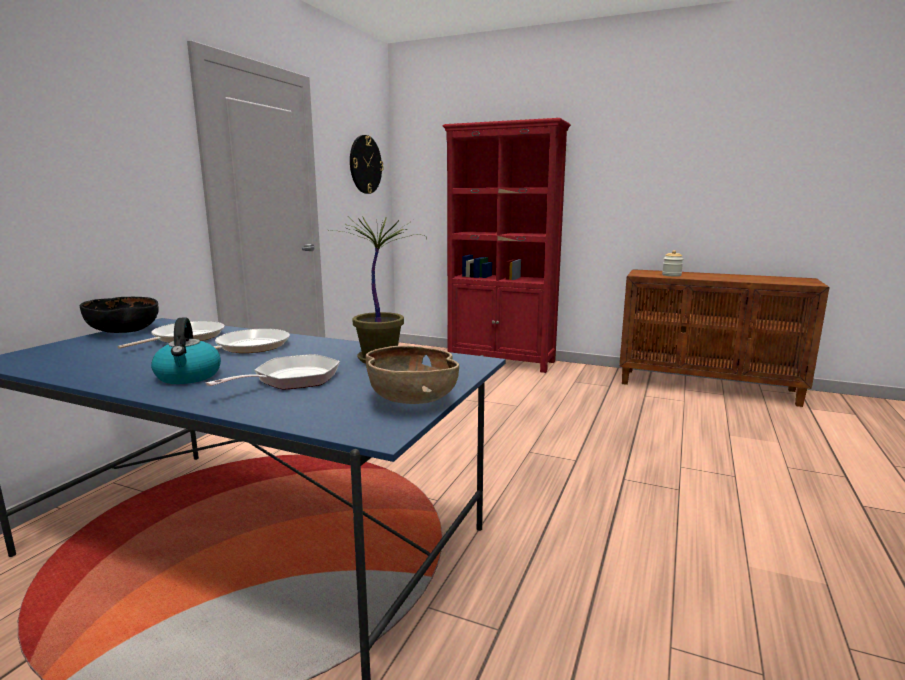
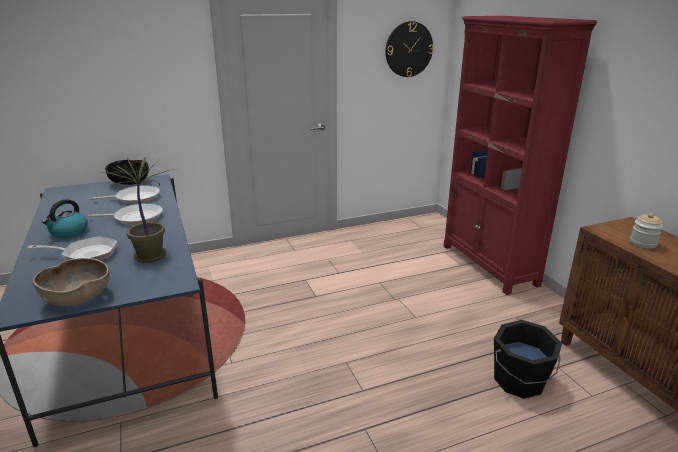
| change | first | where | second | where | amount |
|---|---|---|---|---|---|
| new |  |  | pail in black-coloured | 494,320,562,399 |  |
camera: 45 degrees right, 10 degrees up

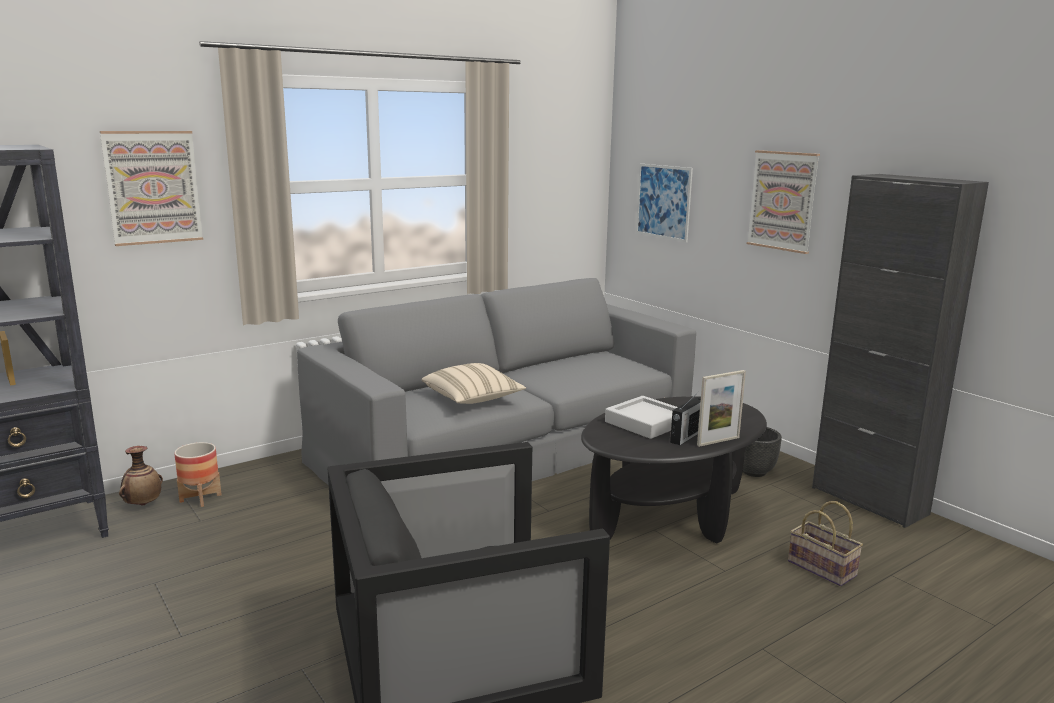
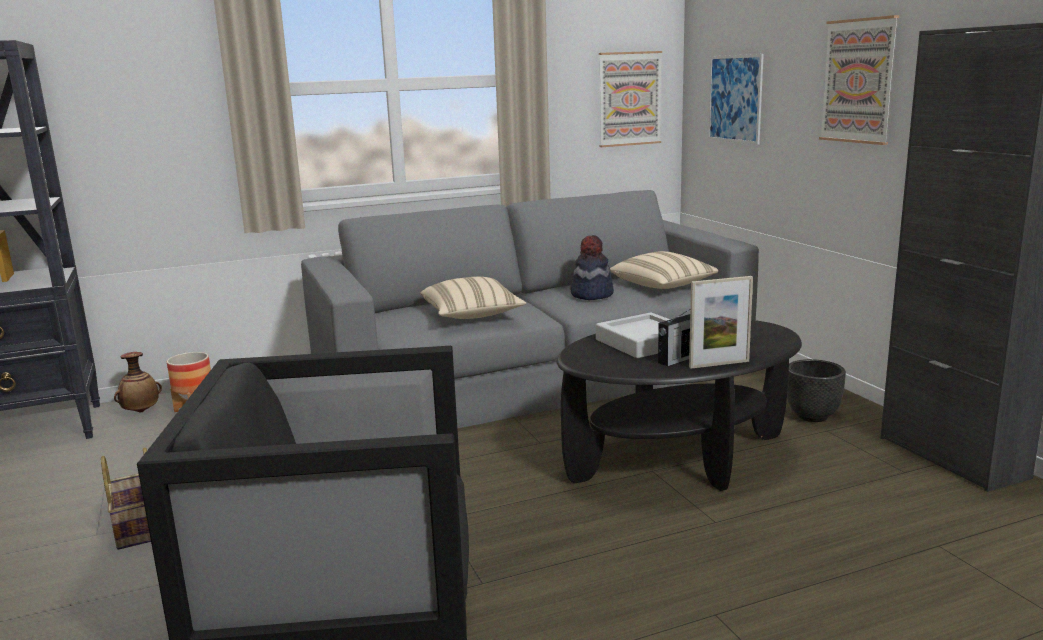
| change | first | where | second | where | amount |
|---|---|---|---|---|---|
| new |  |  | hat | 570,235,614,300 |  |
| new |  |  | throw pillow in beige-coloured | 610,251,718,289 |  |
| shifted | picture | 100,131,203,246 |  | 599,51,662,147 |  |
| shifted | basket | 788,501,863,586 |  | 101,447,151,550 |  |
camera: 15 degrees right, 0 degrees up

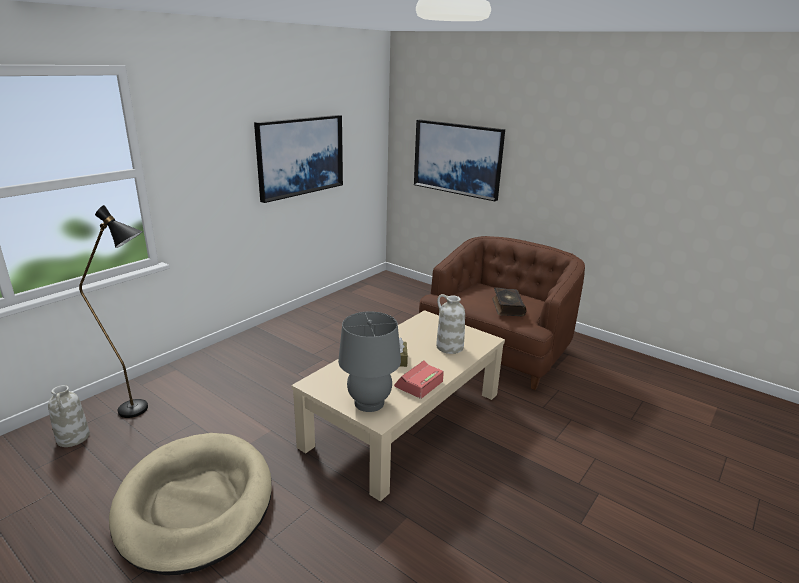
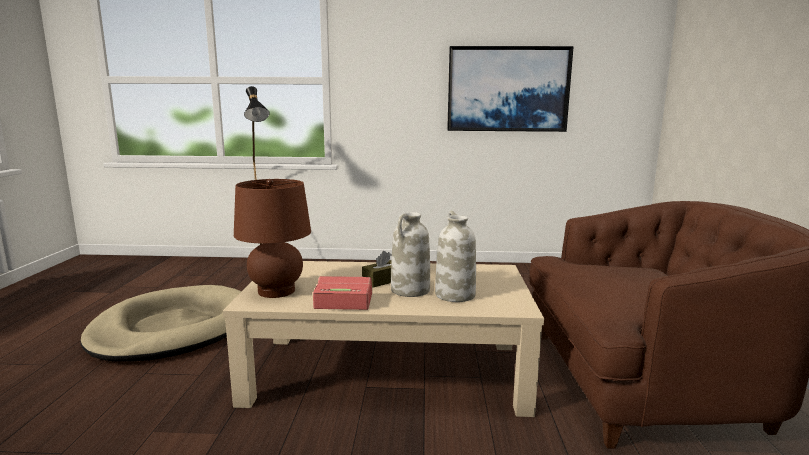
| change | first | where | second | where | amount |
|---|---|---|---|---|---|
| gone | picture | 414,120,505,201 |  |  |  |
| gone | book | 492,287,526,317 |  |  |  |
| shifted | flower vase in white-coloured | 48,385,90,447 |  | 391,212,430,297 |  |
| repainted | table lamp in grey | 338,311,401,412 | table lamp in brownish | 234,179,311,298 |  |
camera: 55 degrees right, 10 degrees down

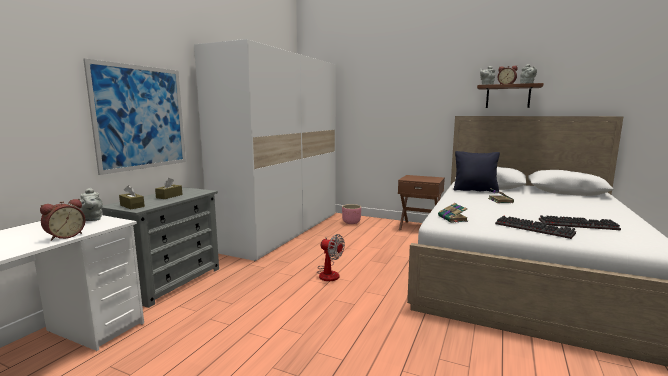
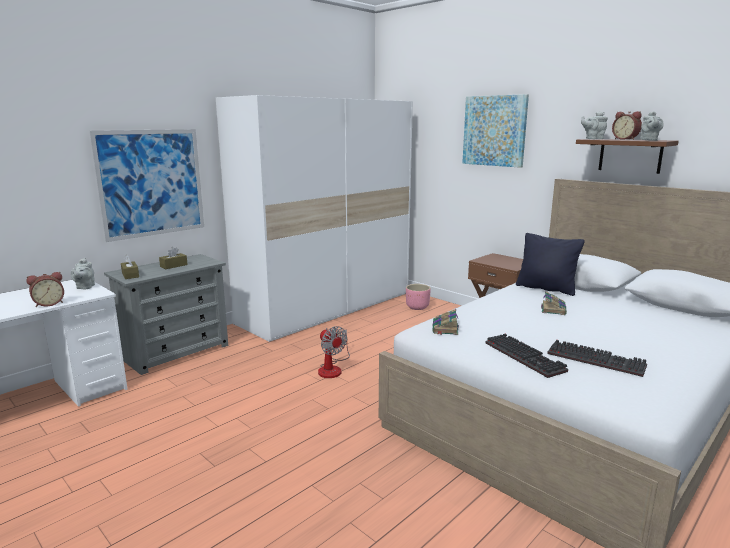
| change | first | where | second | where | amount |
|---|---|---|---|---|---|
| new |  |  | picture | 462,94,529,168 |  |
camera: 20 degrees right, 5 degrees up

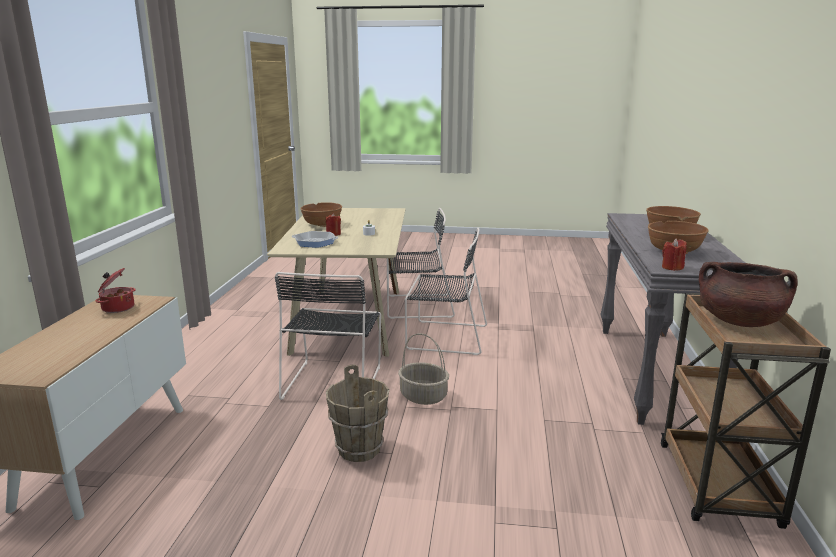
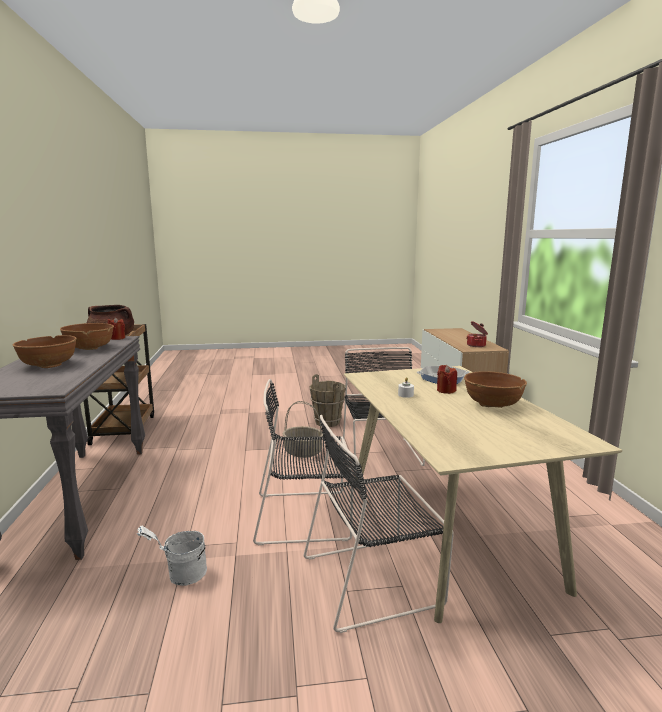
| change | first | where | second | where | amount |
|---|---|---|---|---|---|
| new |  |  | pail in white-coloured | 137,526,207,586 |  |
camera: 165 degrees right, 5 degrees down

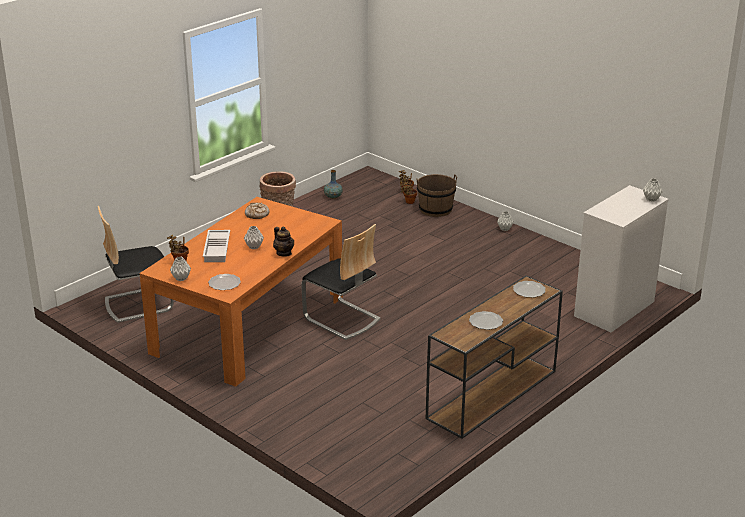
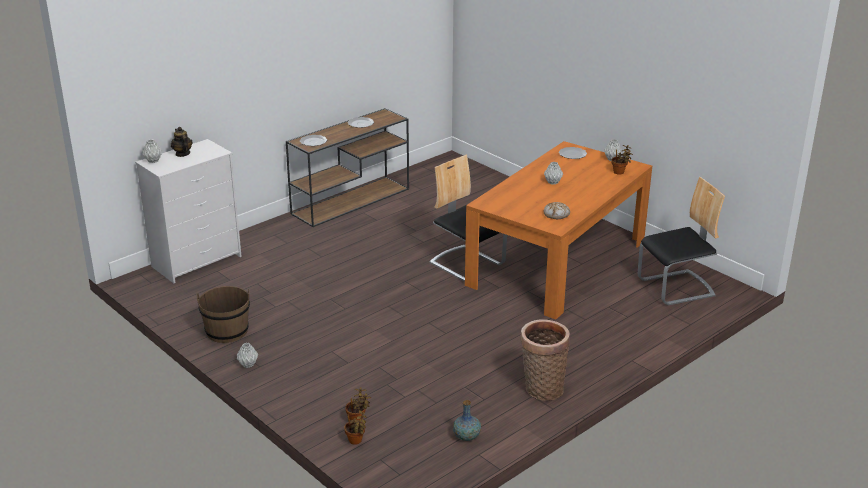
| change | first | where | second | where | amount |
|---|---|---|---|---|---|
| gone | carrying tray in white-coloured | 203,230,230,262 |  |  |  |
| shifted | tea pot | 273,227,294,257 |  | 171,127,192,157 |  |
| shifted | pail in brownish | 416,174,457,217 |  | 196,286,250,343 |  |
camera: 175 degrees left, 0 degrees up

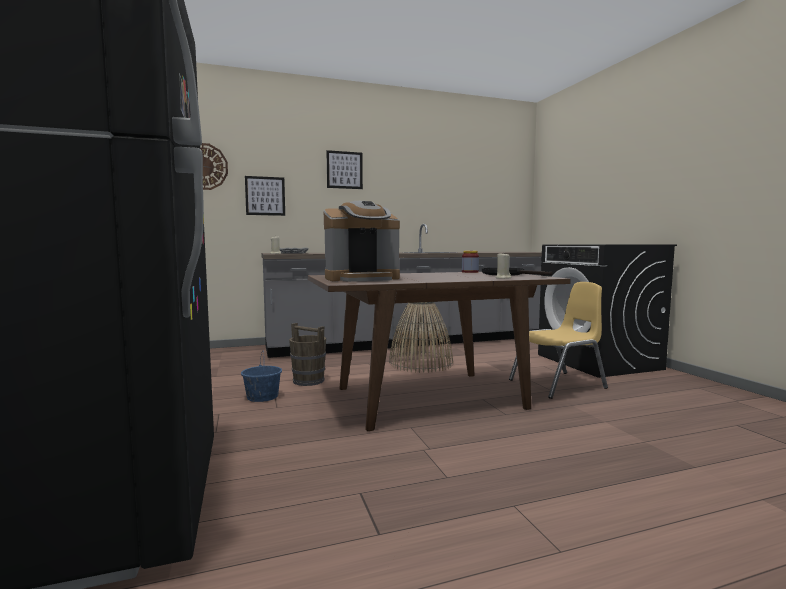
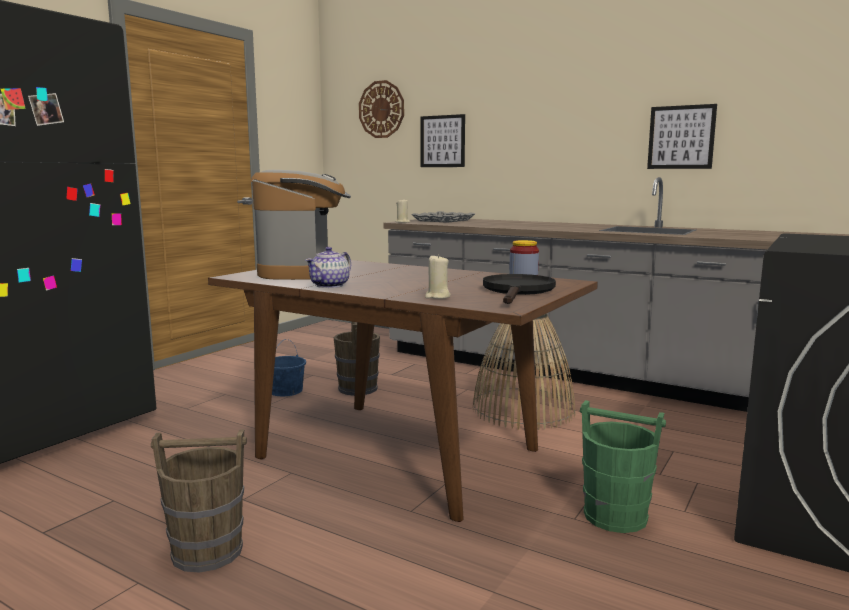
| change | first | where | second | where | amount |
|---|---|---|---|---|---|
| new |  |  | pail in brownish | 151,429,247,573 |  |
| new |  |  | tea pot | 305,247,351,288 |  |
| shifted | picture | 327,150,363,189 |  | 647,104,717,169 |  |
| swapped | chair in yellow | 509,282,608,399 | pail in green | 580,400,666,533 |  |
| rotated | coffee machine | 324,201,400,282 |  | 251,170,351,280 | 120 degrees counterclockwise |
camera: 50 degrees right, 5 degrees up

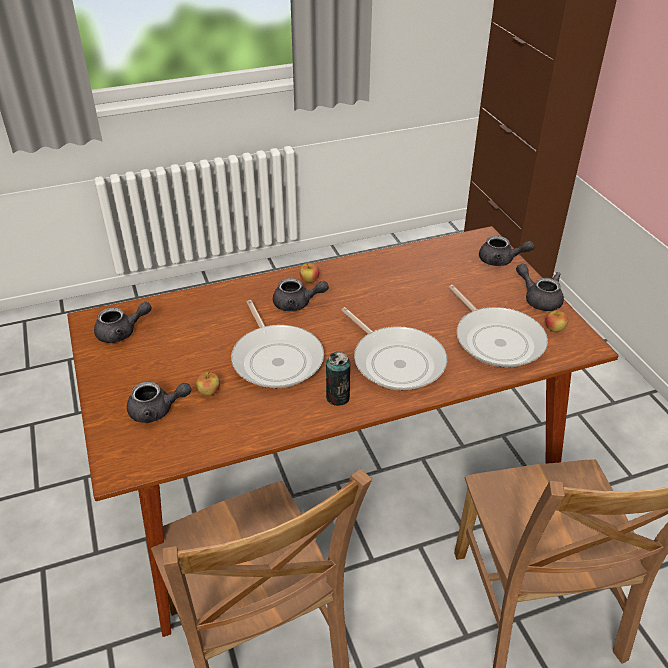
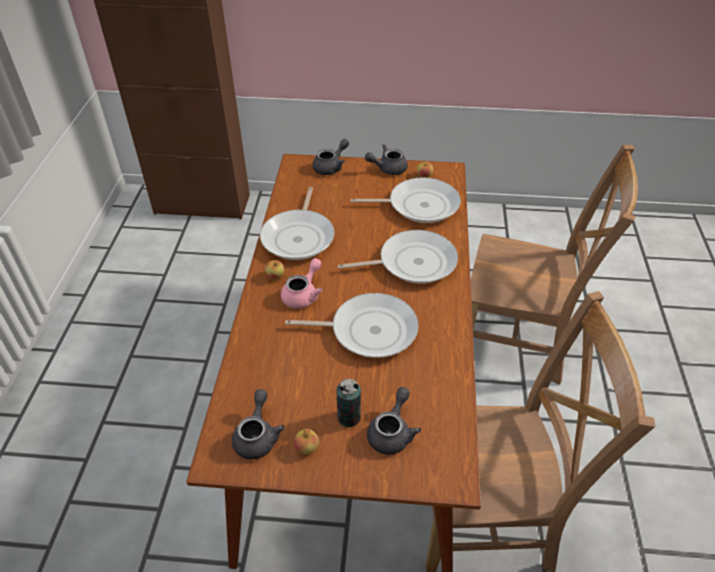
| change | first | where | second | where | amount |
|---|---|---|---|---|---|
| new |  |  | pan | 260,187,335,260 |  |
| shifted | apple | 196,370,220,396 |  | 294,429,319,455 |  |
| shifted | metal can | 326,352,350,406 |  | 337,379,361,427 |  |
| repainted | tea pot in grey | 273,278,329,311 | tea pot in pink | 281,258,323,309 |  |
camera: 65 degrees left, 5 degrees up

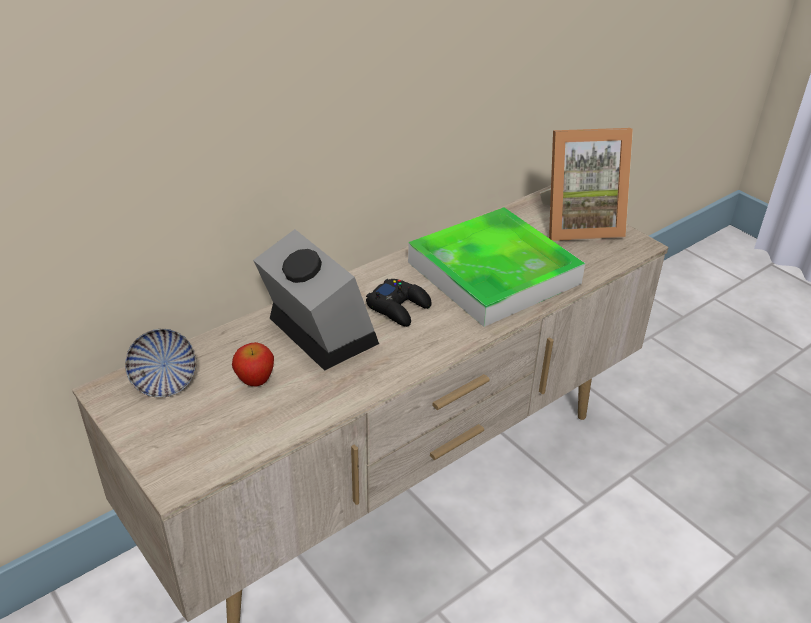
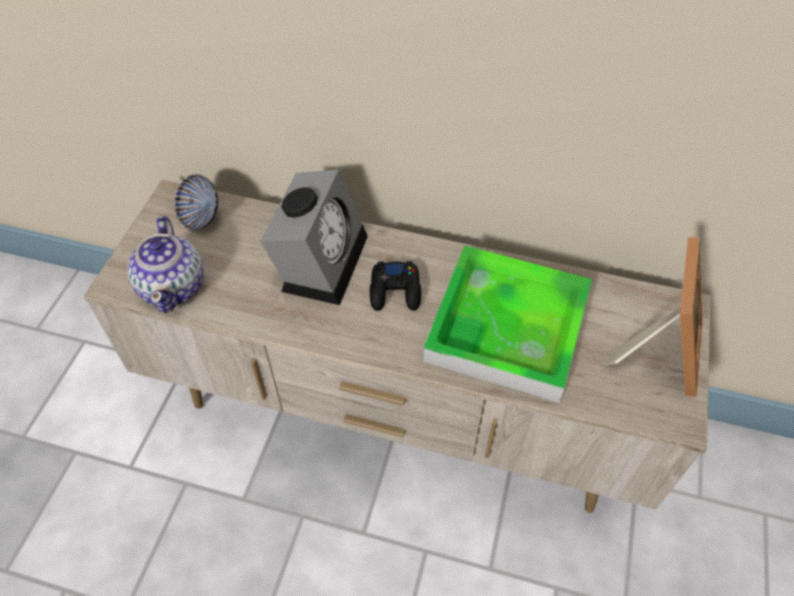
| change | first | where | second | where | amount |
|---|---|---|---|---|---|
| gone | apple | 232,342,274,386 |  |  |  |
| new |  |  | tea pot | 127,216,204,313 |  |
| rotated | picture frame | 540,128,633,241 |  | 603,237,702,397 | 120 degrees counterclockwise |
camera: 55 degrees right, 15 degrees up

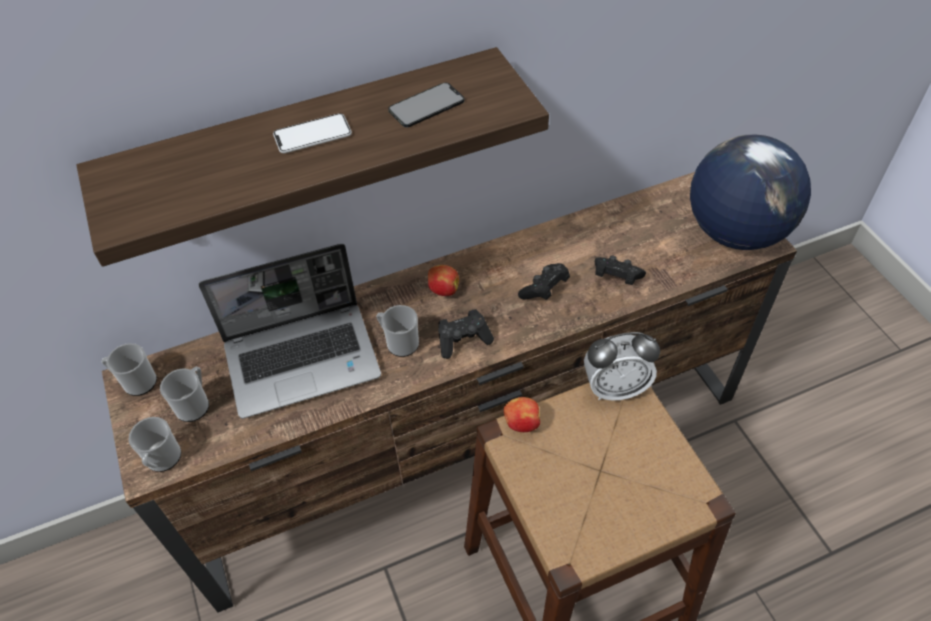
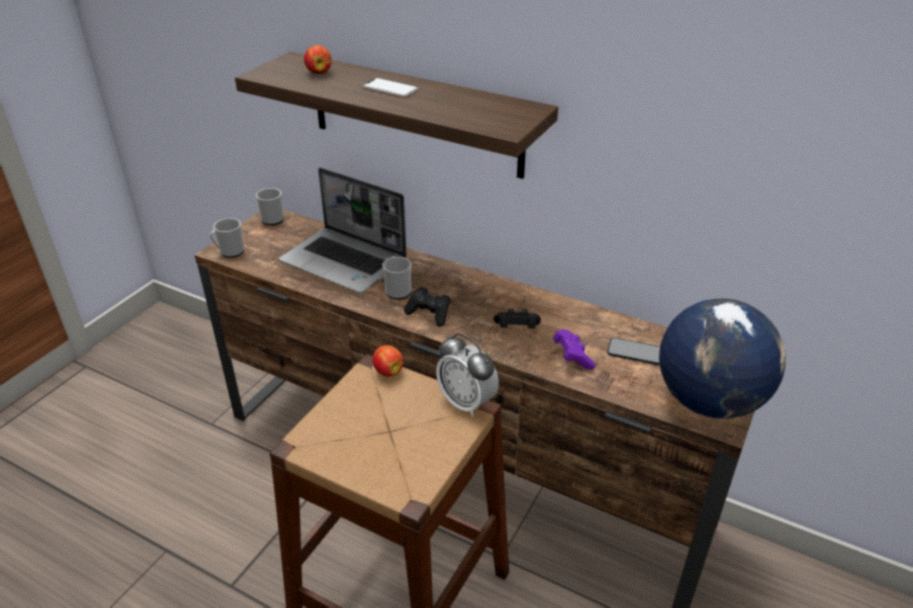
| change | first | where | second | where | amount |
|---|---|---|---|---|---|
| gone | tea mug | 160,367,209,422 |  |  |  |
| shifted | telephone | 388,83,464,127 |  | 607,338,660,365 |  |
| shifted | apple | 428,265,459,296 |  | 304,45,332,74 |  |
| repainted | gamepad in black-coloured | 595,256,646,285 | gamepad in purplish | 553,329,595,370 |  |
camera: 50 degrees right, 15 degrees down

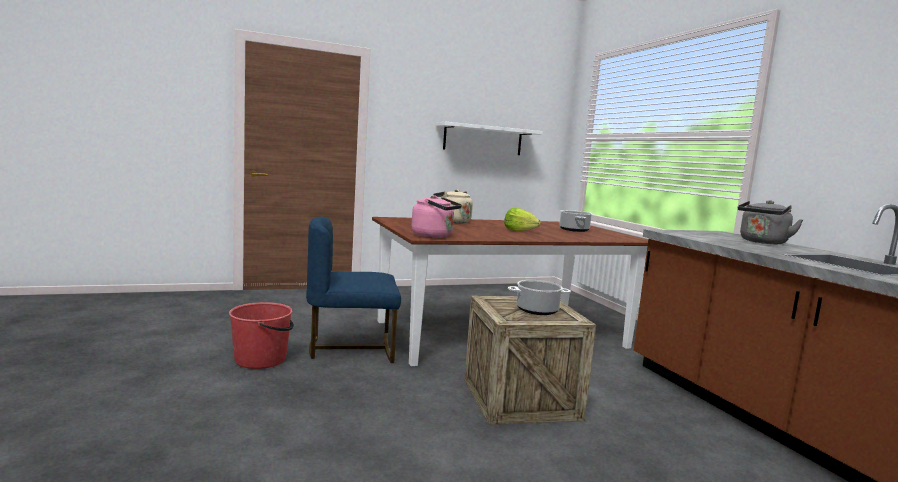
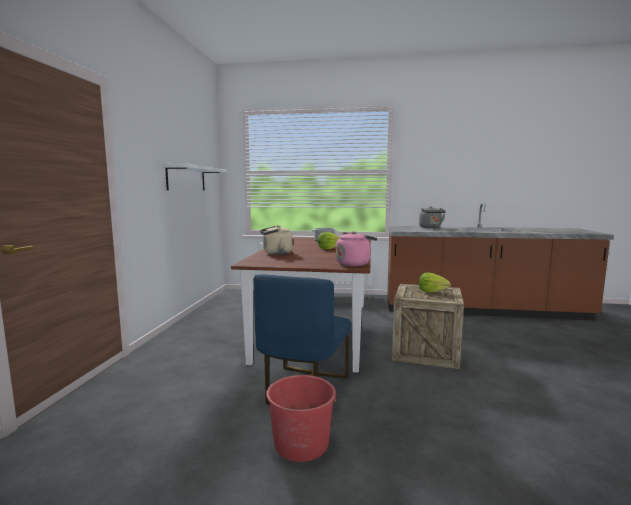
| change | first | where | second | where | amount |
|---|---|---|---|---|---|
| swapped | stockpot | 508,280,571,315 | lettuce head | 419,273,451,293 |  |
camera: 60 degrees left, 0 degrees up

